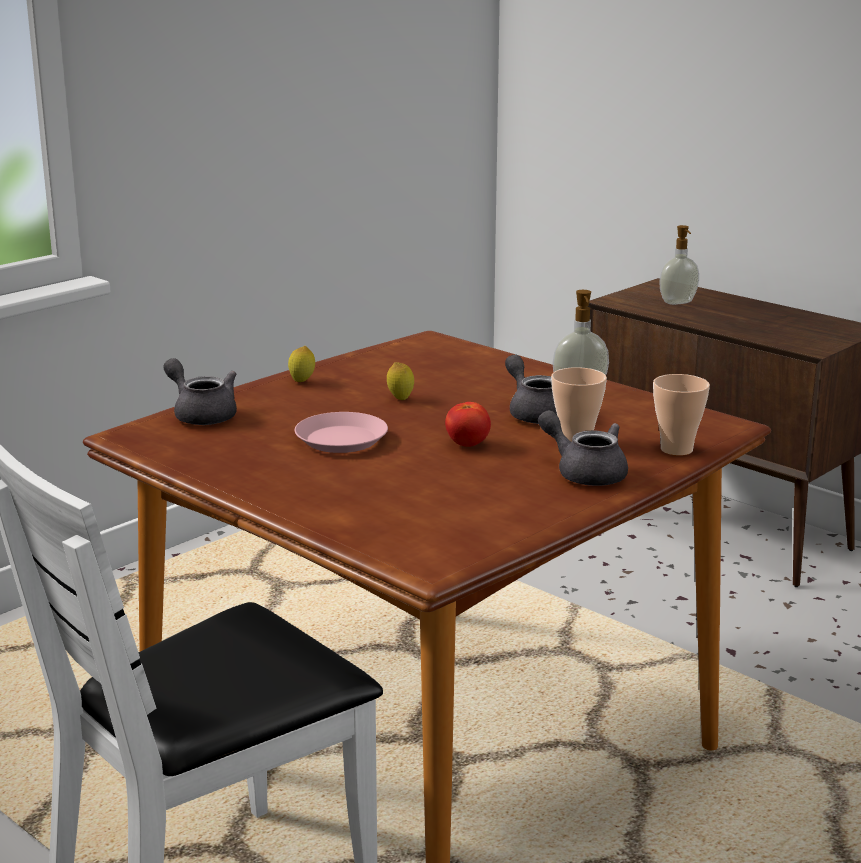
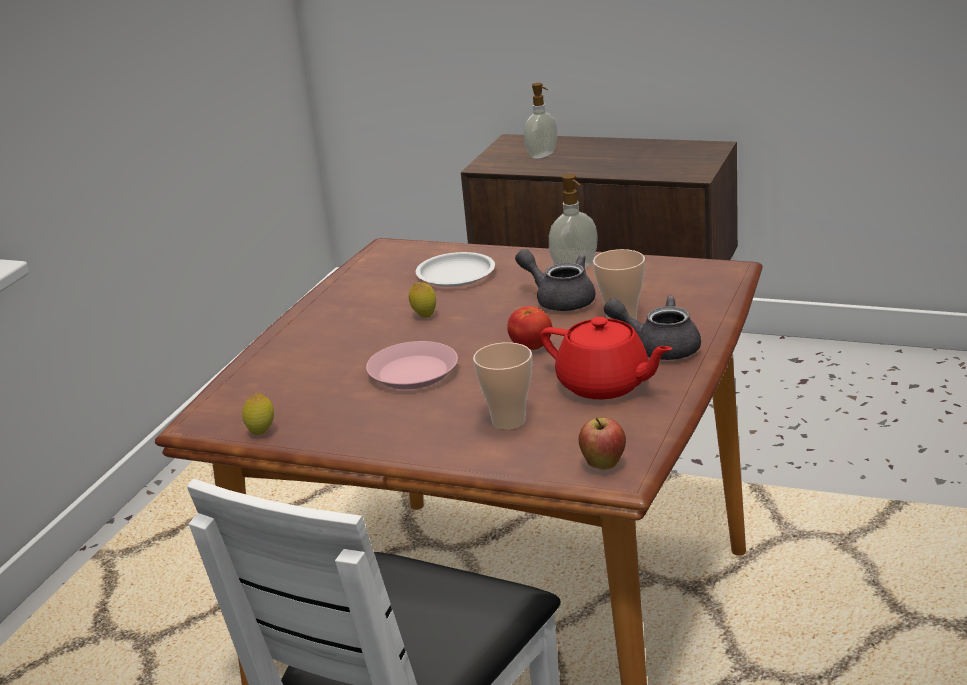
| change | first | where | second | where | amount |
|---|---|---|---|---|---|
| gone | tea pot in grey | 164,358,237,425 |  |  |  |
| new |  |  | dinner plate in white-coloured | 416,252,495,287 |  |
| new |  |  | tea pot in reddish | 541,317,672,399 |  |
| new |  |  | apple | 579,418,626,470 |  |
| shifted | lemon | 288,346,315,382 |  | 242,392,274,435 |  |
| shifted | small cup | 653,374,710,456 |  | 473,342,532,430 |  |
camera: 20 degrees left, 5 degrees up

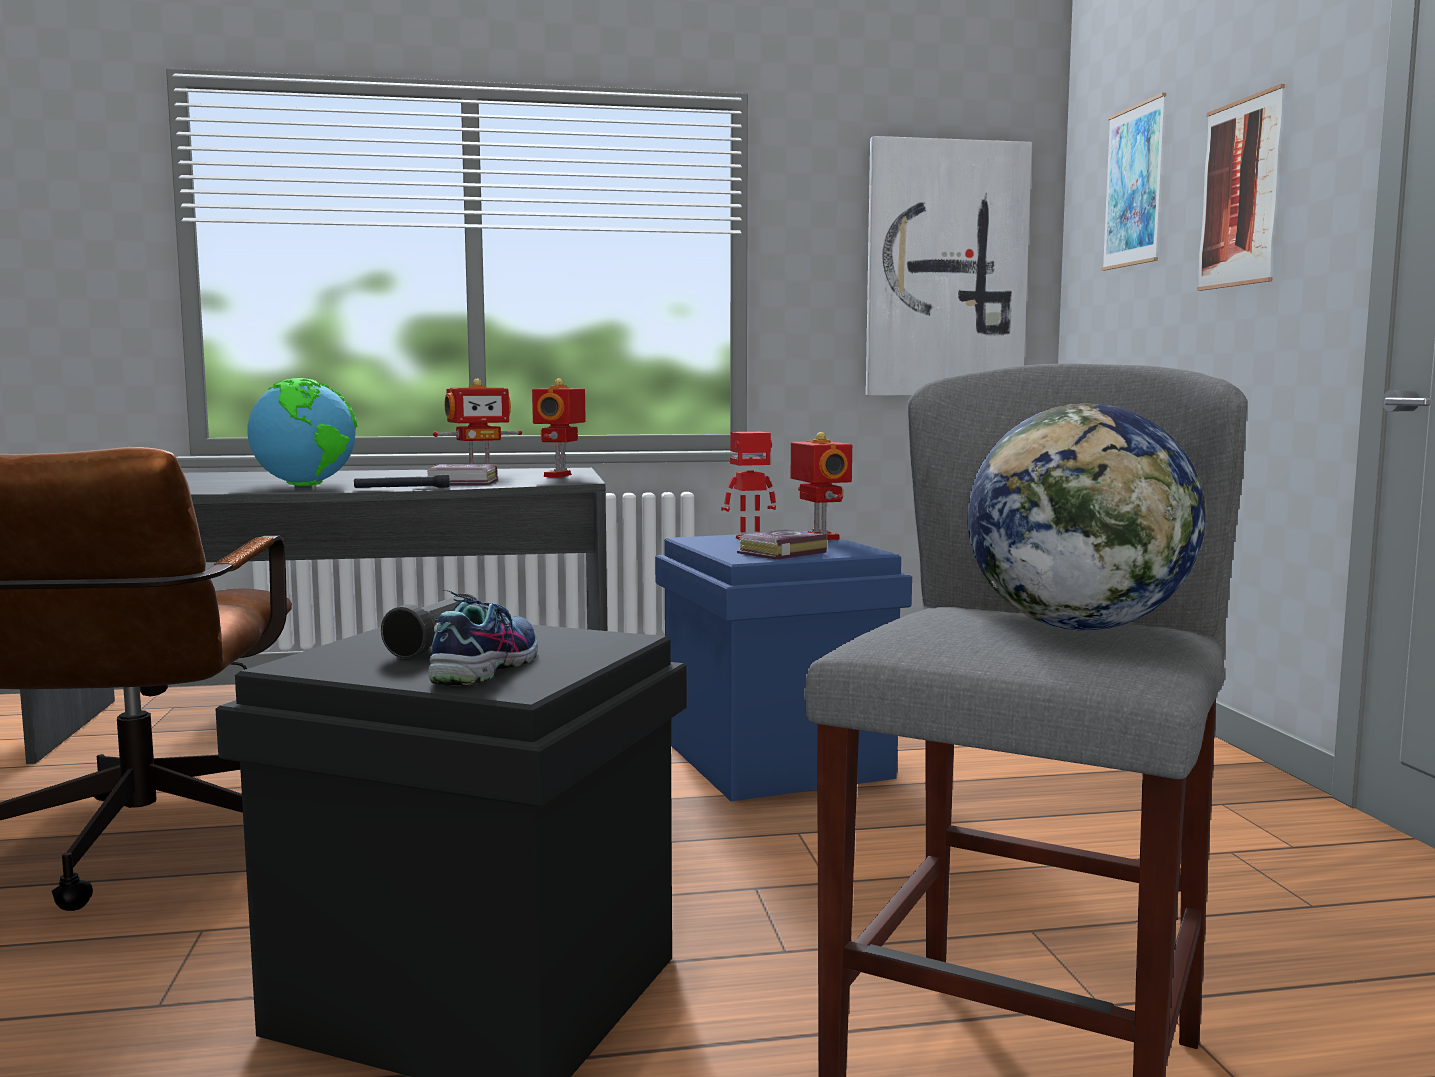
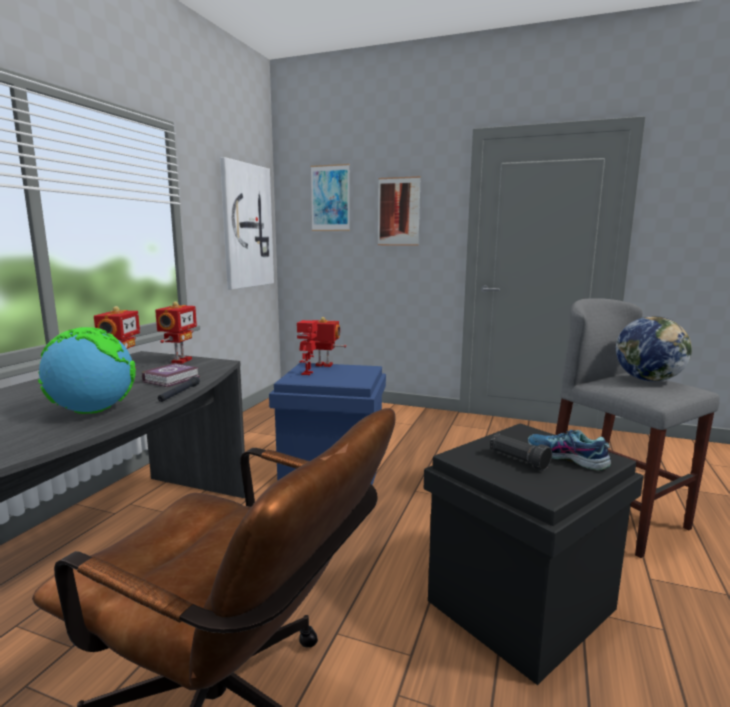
| change | first | where | second | where | amount |
|---|---|---|---|---|---|
| gone | book | 737,530,827,560 |  |  |  |
| rotated | robot figure | 532,379,586,477 |  | 155,301,197,364 | 120 degrees counterclockwise |
camera: 60 degrees left, 5 degrees up

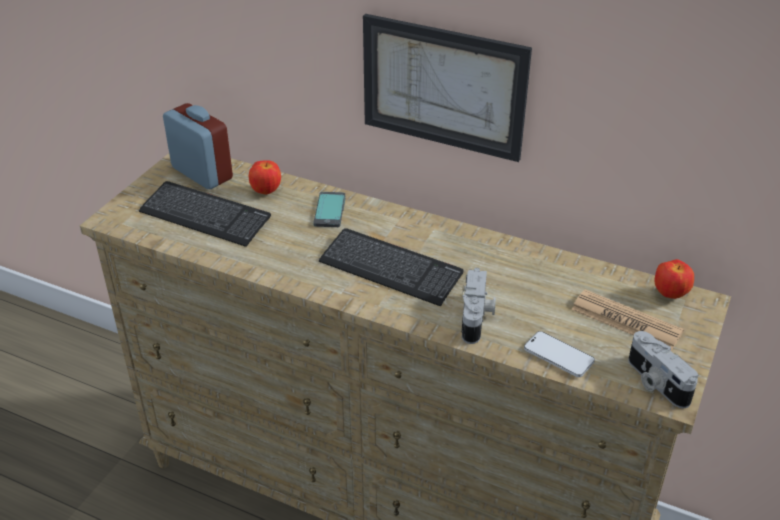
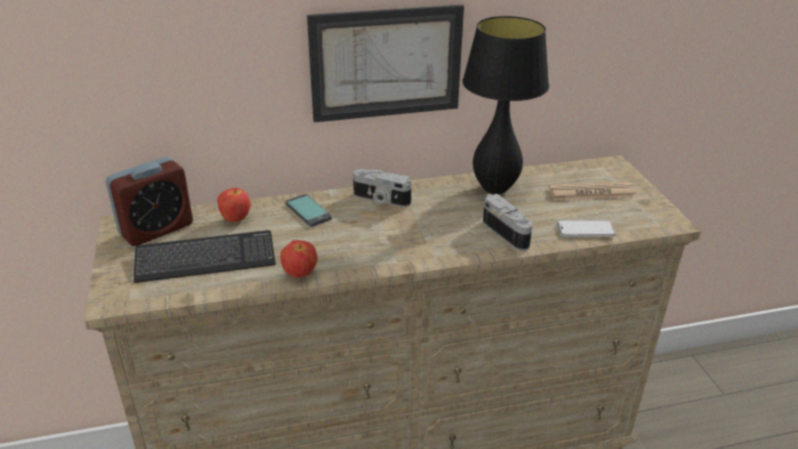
| change | first | where | second | where | amount |
|---|---|---|---|---|---|
| gone | computer keyboard | 319,228,464,307 |  |  |  |
| new |  |  | table lamp in black-coloured | 462,16,549,194 |  |
| shifted | still camera | 628,331,698,408 |  | 353,169,412,207 |  |
| shifted | apple | 654,259,694,299 |  | 280,240,318,278 |  |
| rotated | bedside clock | 163,103,233,189 |  | 106,157,193,246 | 135 degrees clockwise |
camera: 40 degrees left, 5 degrees down

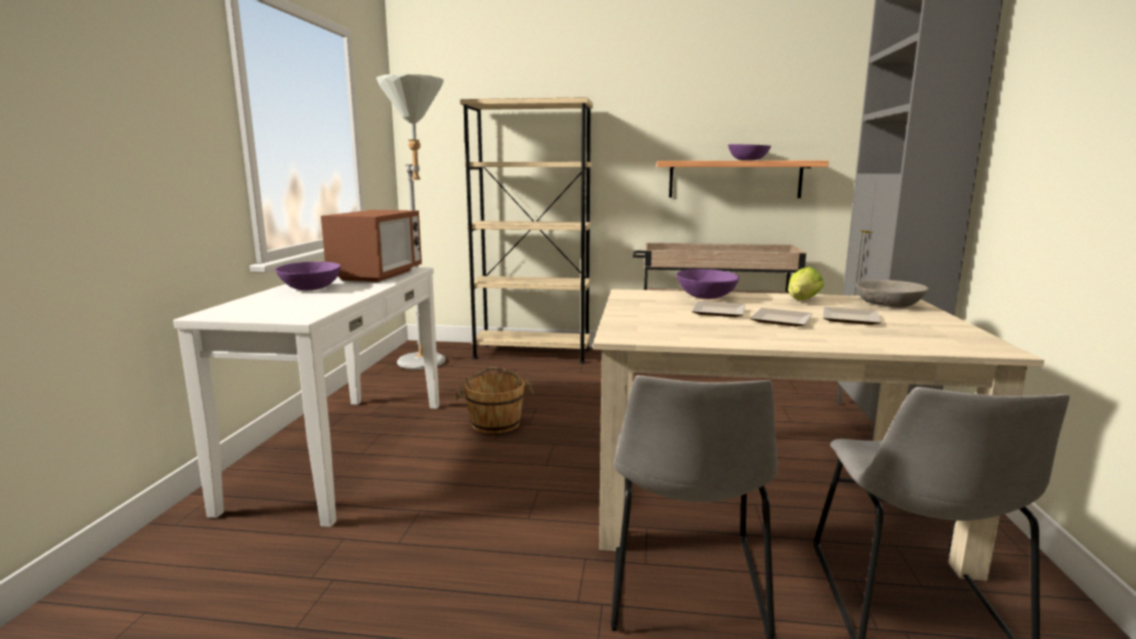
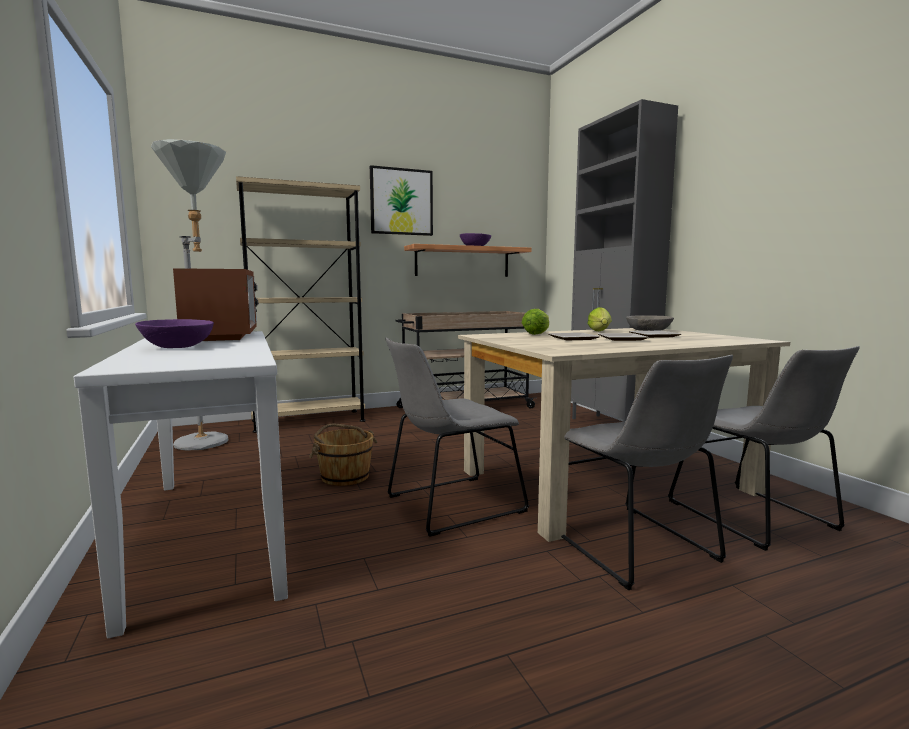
| change | first | where | second | where | amount |
|---|---|---|---|---|---|
| new |  |  | picture | 370,165,433,236 |  |
| new |  |  | chair in grey | 385,338,529,537 |  |
| swapped | serving bowl in purplish | 676,269,739,299 | lettuce head | 522,309,549,335 |  |
camera: 30 degrees left, 5 degrees down

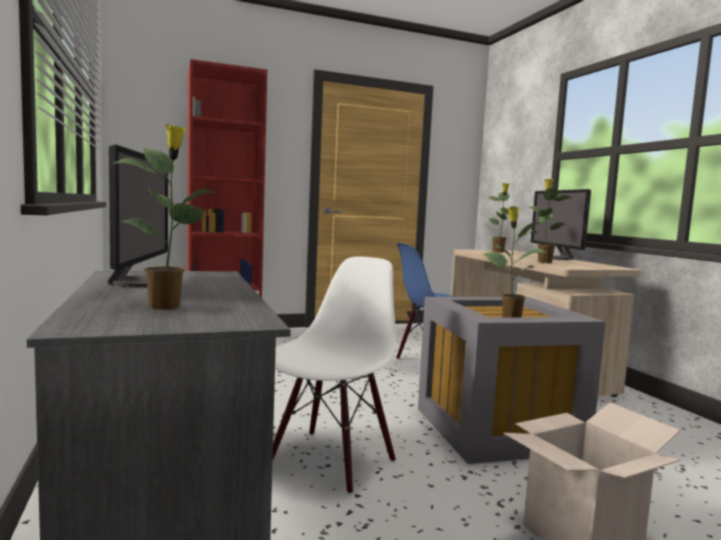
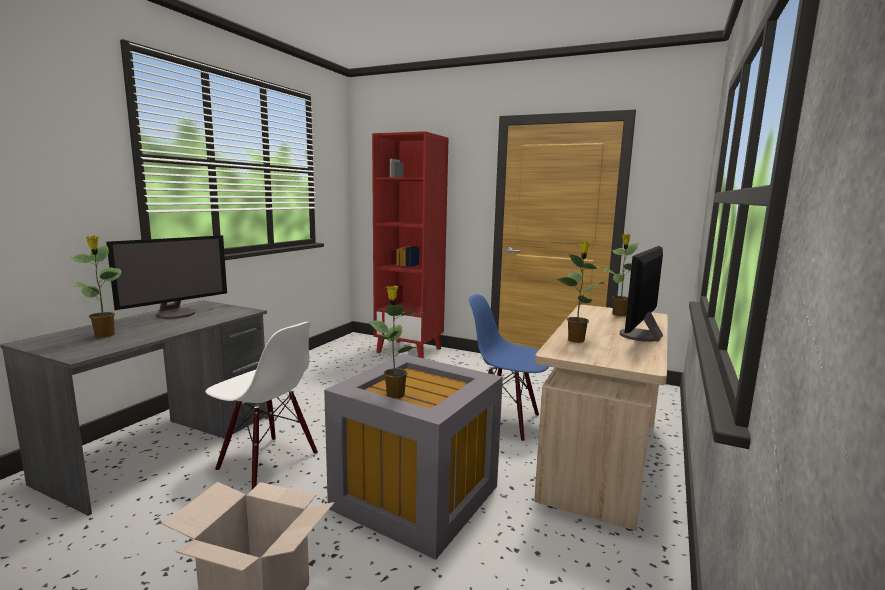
| change | first | where | second | where | amount |
|---|---|---|---|---|---|
| rotated | chair in white-coloured | 272,256,396,495 |  | 205,322,318,489 | 45 degrees clockwise |
camera: 45 degrees right, 5 degrees up

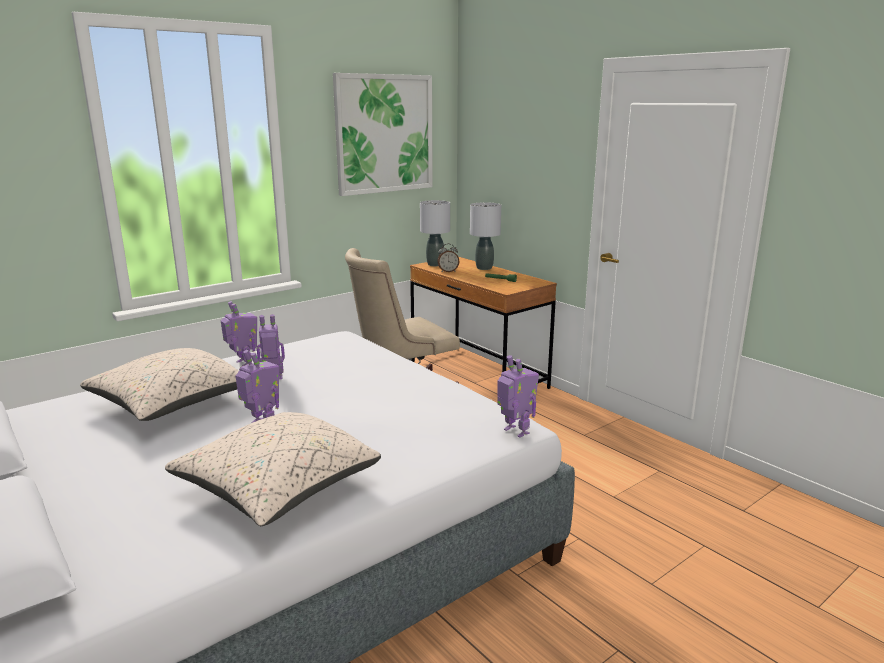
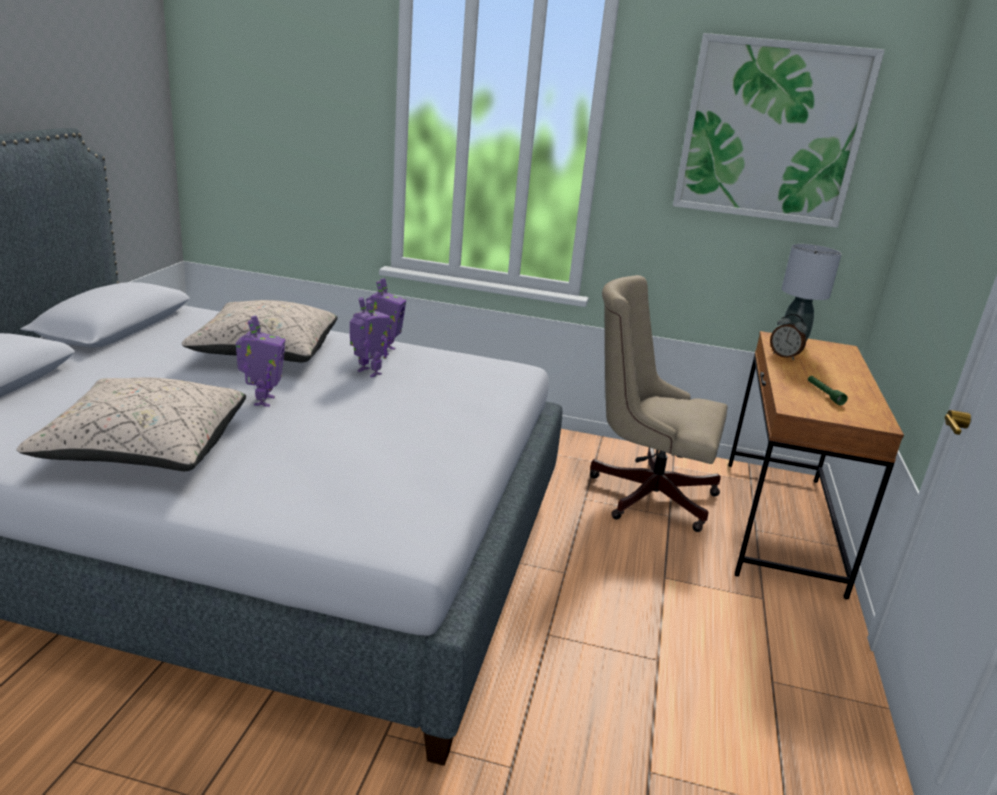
| change | first | where | second | where | amount |
|---|---|---|---|---|---|
| gone | table lamp in grey | 470,202,501,270 |  |  |  |
| gone | robot figure | 497,355,539,438 |  |  |  |
camera: 50 degrees right, 5 degrees up

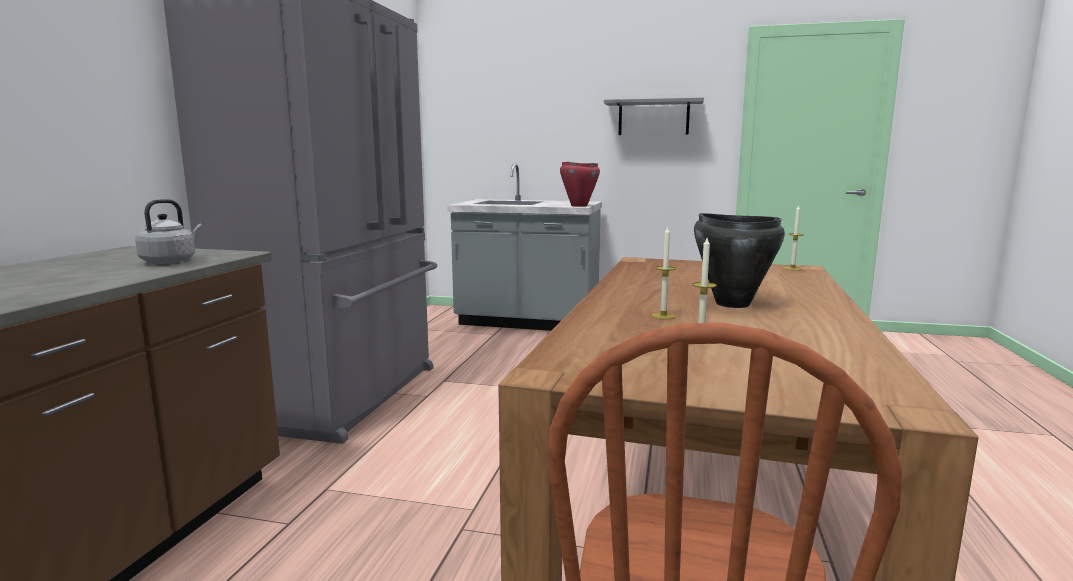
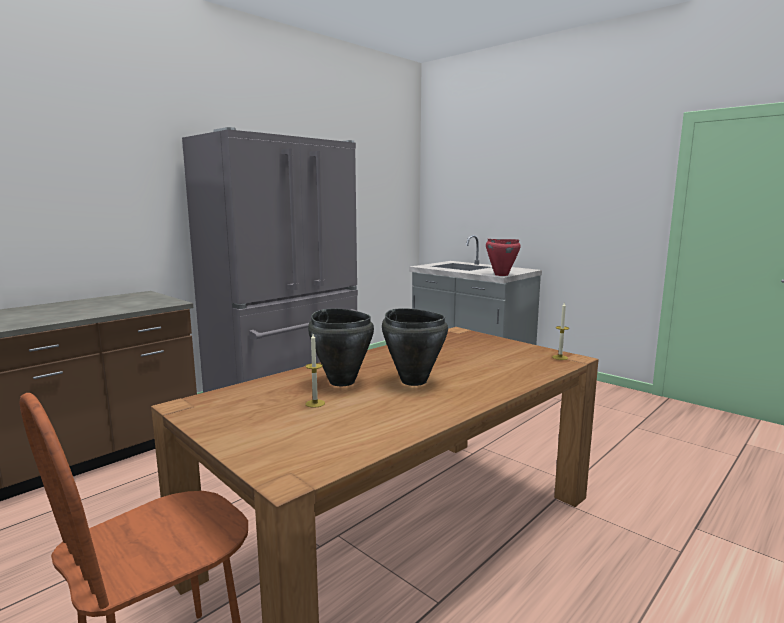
| change | first | where | second | where | amount |
|---|---|---|---|---|---|
| gone | kettle in grey | 135,199,203,264 |  |  |  |
| gone | wall shelf in grey | 604,97,704,135 |  |  |  |
| swapped | wax candle | 651,226,676,319 | stockpot in black-coloured | 308,309,374,386 |  |
camera: 30 degrees right, 0 degrees up

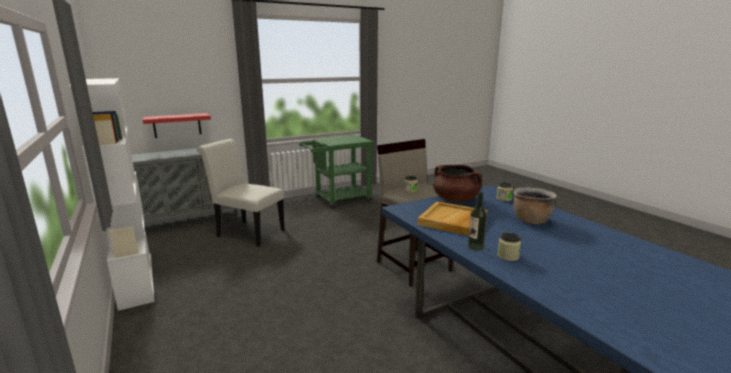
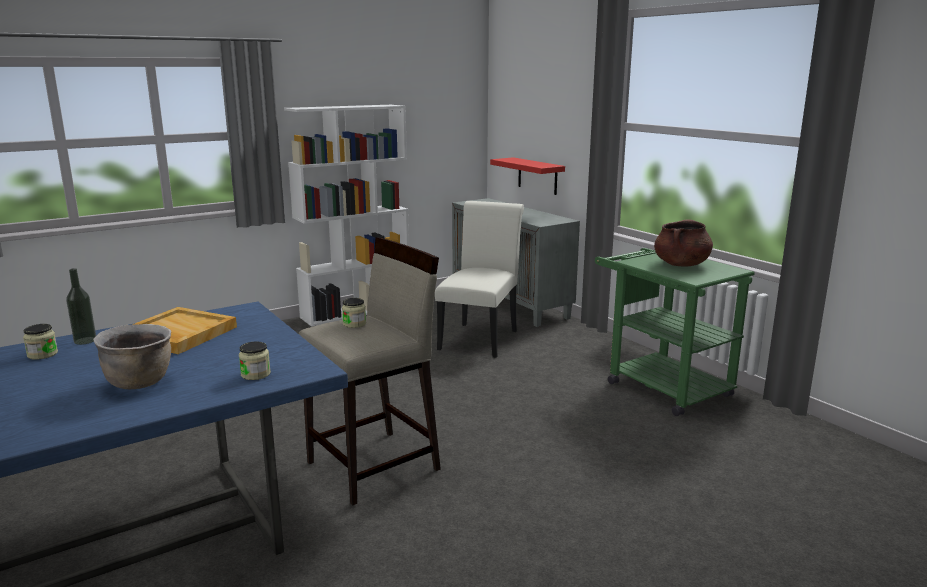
| change | first | where | second | where | amount |
|---|---|---|---|---|---|
| shifted | stockpot in brownish | 433,165,482,202 |  | 654,219,713,267 |  |
camera: 85 degrees right, 0 degrees up

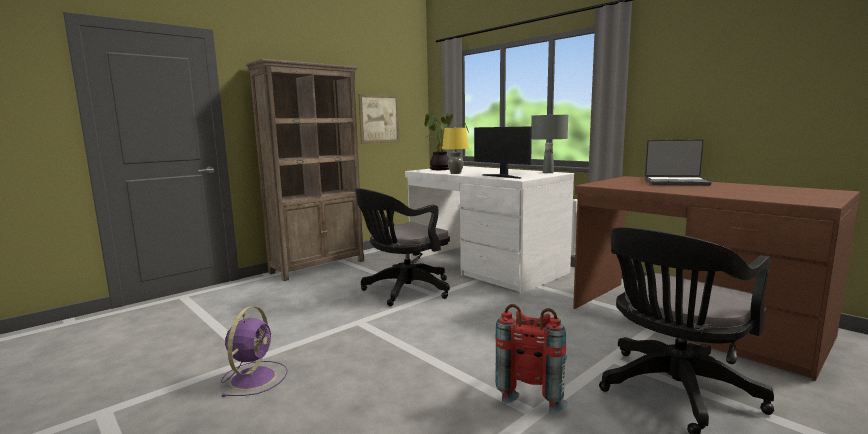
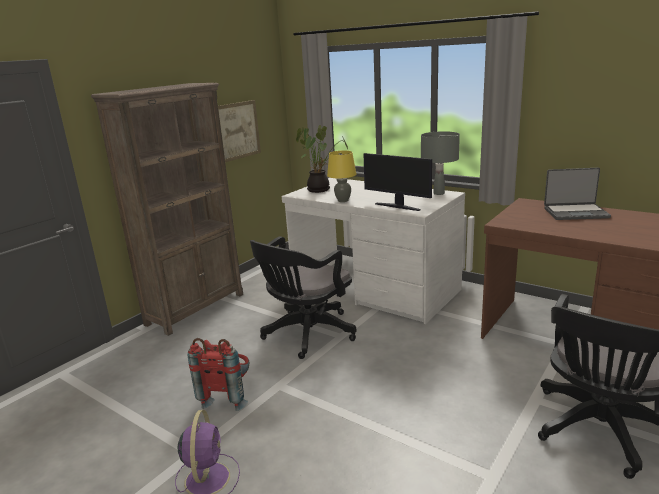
| change | first | where | second | where | amount |
|---|---|---|---|---|---|
| shifted | knapsack in reddish | 495,304,568,413 |  | 188,338,249,411 |  |
camera: 10 degrees left, 10 degrees up

